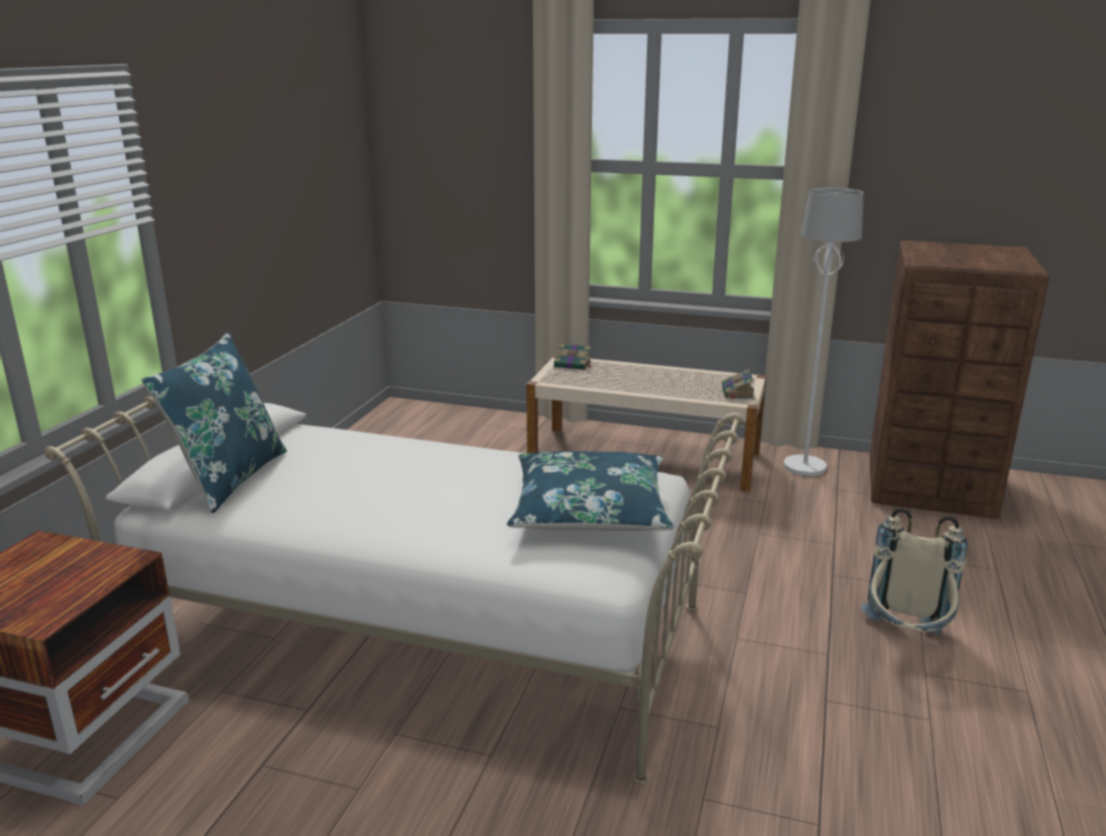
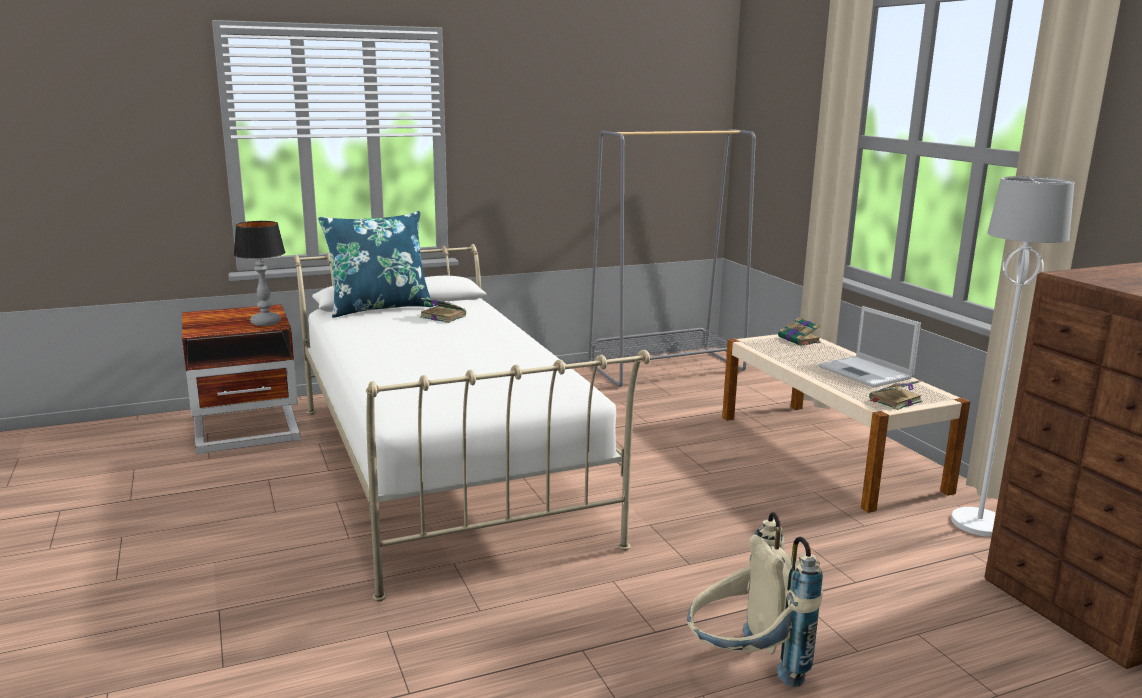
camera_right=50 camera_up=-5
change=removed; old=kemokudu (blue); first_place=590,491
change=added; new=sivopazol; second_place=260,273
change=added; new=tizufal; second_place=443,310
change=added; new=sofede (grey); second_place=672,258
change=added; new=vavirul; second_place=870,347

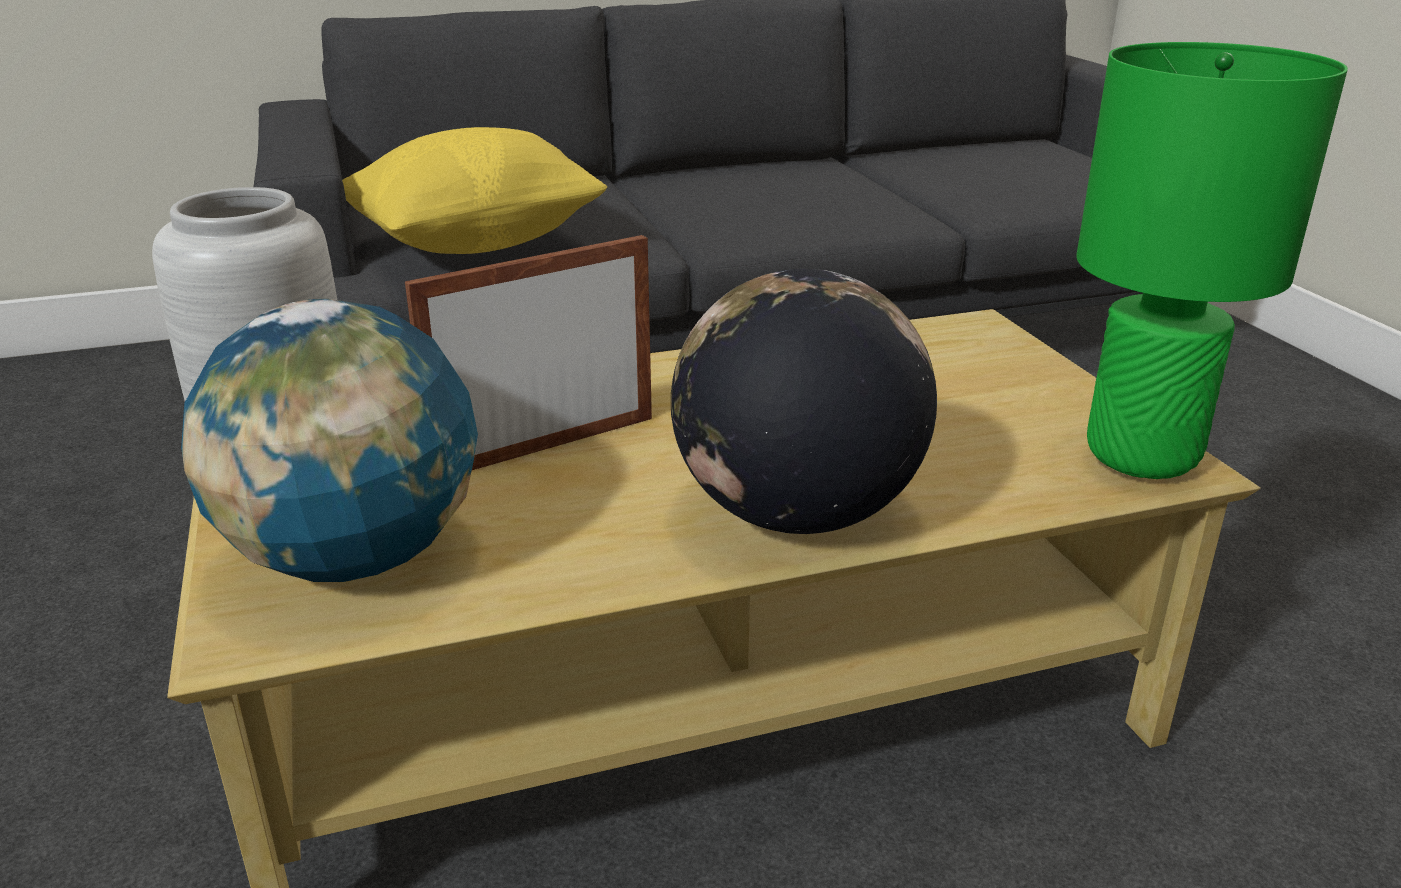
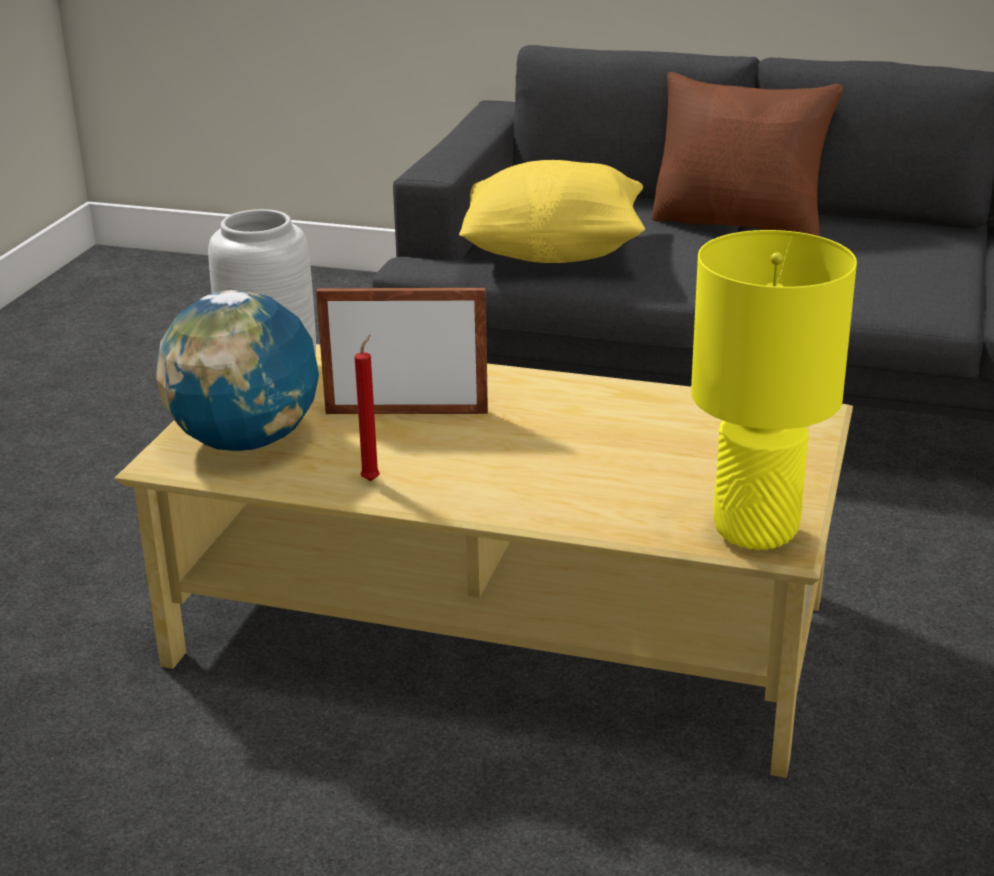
camera_right=35 camera_up=0
change=removed; old=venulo; first_place=804,401
change=added; new=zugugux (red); second_place=367,408
change=added; new=kemokudu (brown); second_place=747,154
change=recoloured; old=sivopazol (green); new=sivopazol (yellow); first_place=1212,260; second_place=774,390

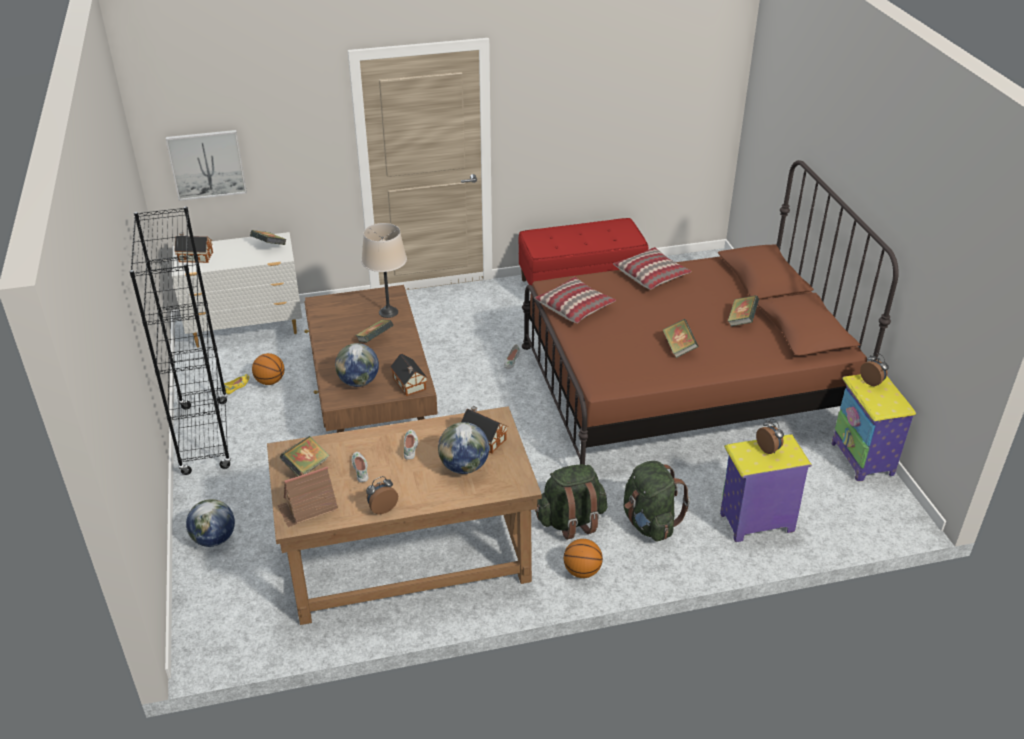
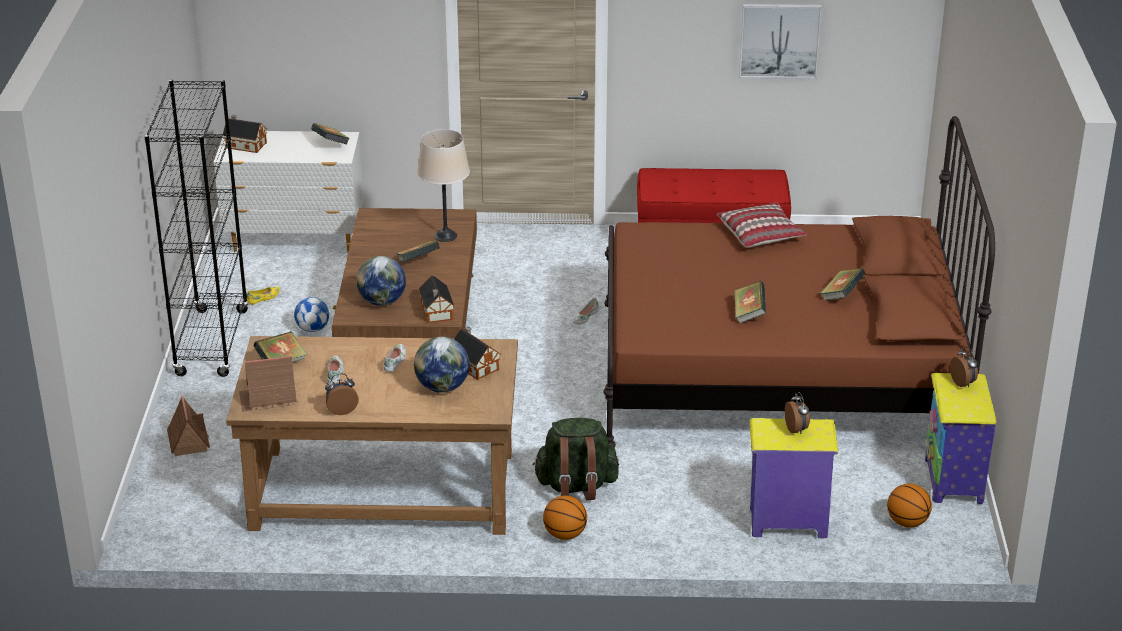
camera_right=15 camera_up=-5
change=removed; old=kemokudu; first_place=575,300
change=removed; old=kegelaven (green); first_place=657,501
change=added; new=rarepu; second_place=311,314
change=moved; old=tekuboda; first_place=206,165; second_place=780,41
change=moved; old=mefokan; first_place=268,369; second_place=909,506
change=replaced; old=venulo; new=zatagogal; first_place=210,523; second_place=188,426

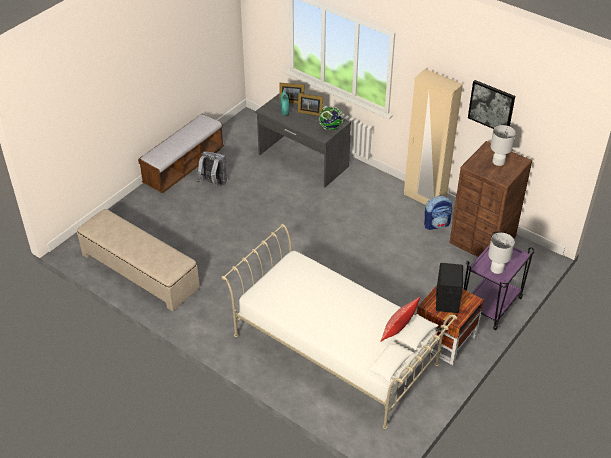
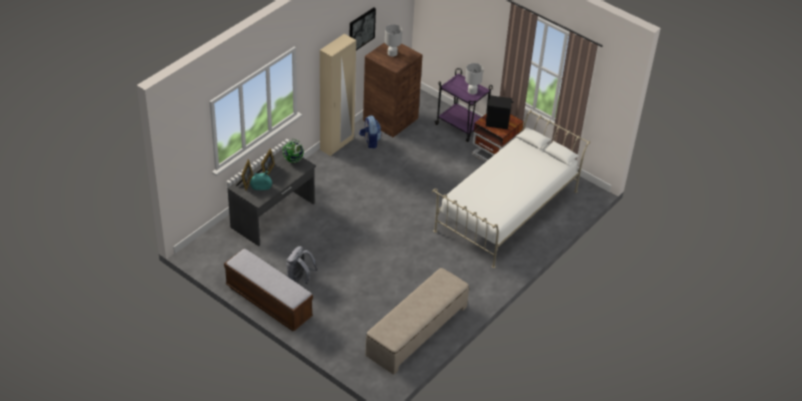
camera_right=-90 camera_up=0
change=removed; old=kemokudu; first_place=400,319

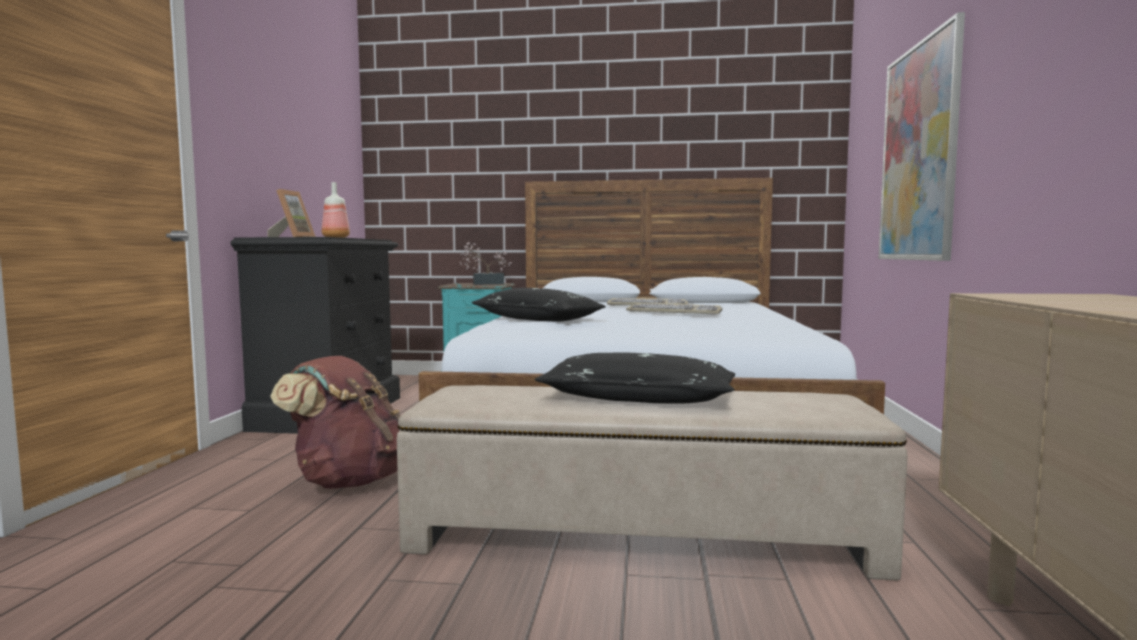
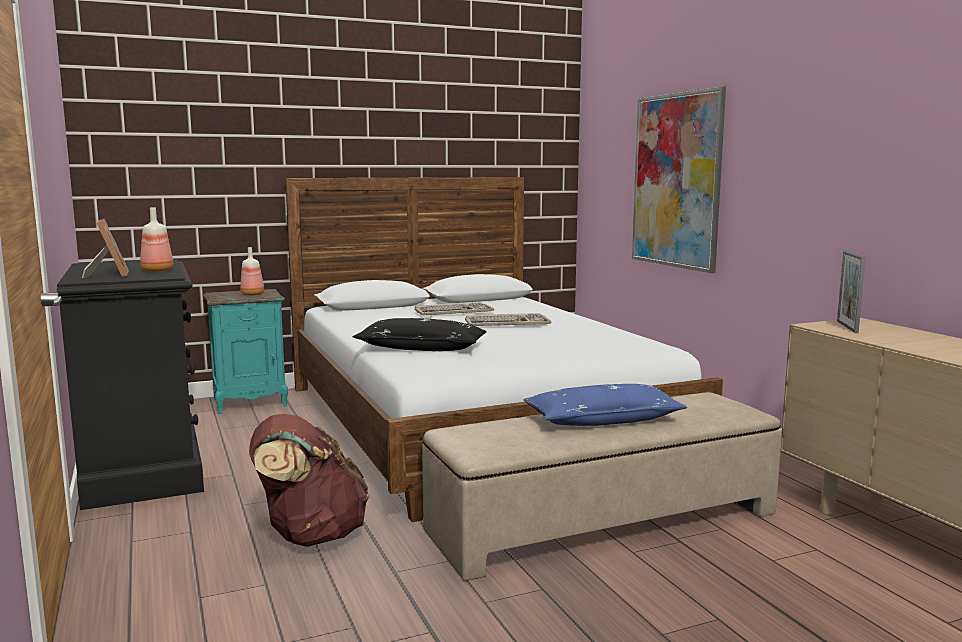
camera_right=-30 camera_up=5
change=added; new=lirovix; second_place=851,291
change=replaced; old=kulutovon; new=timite; first_place=486,263; second_place=252,271
change=recoloured; old=kemokudu (black); new=kemokudu (blue); first_place=635,378; second_place=605,405

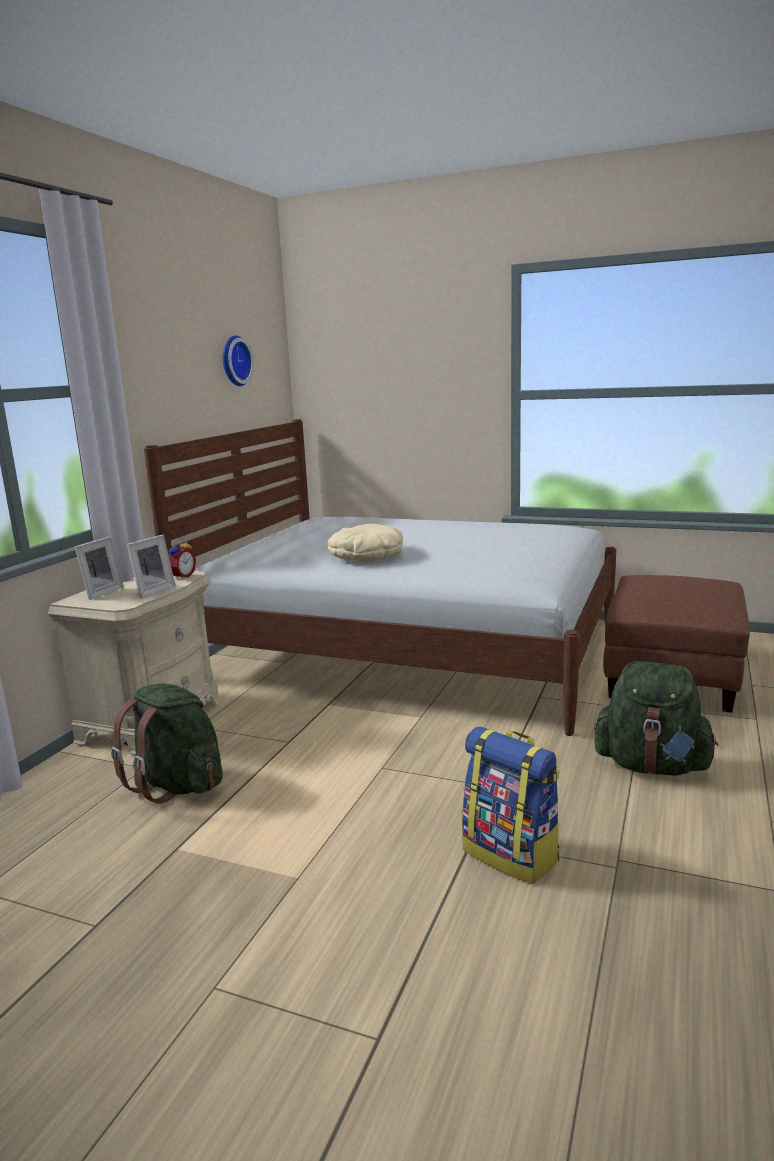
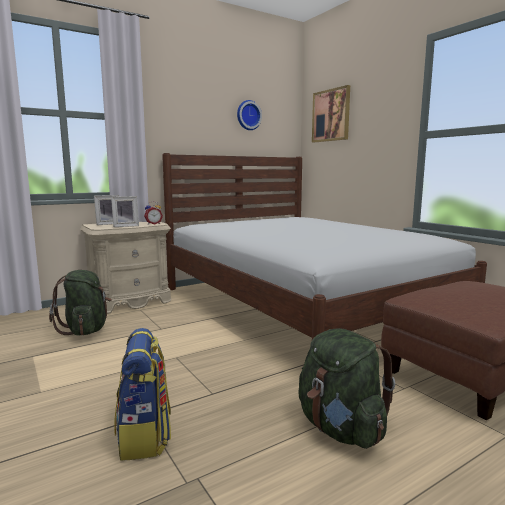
camera_right=35 camera_up=-5
change=removed; old=kemokudu (beige); first_place=365,543
change=added; new=tekuboda; second_place=331,113

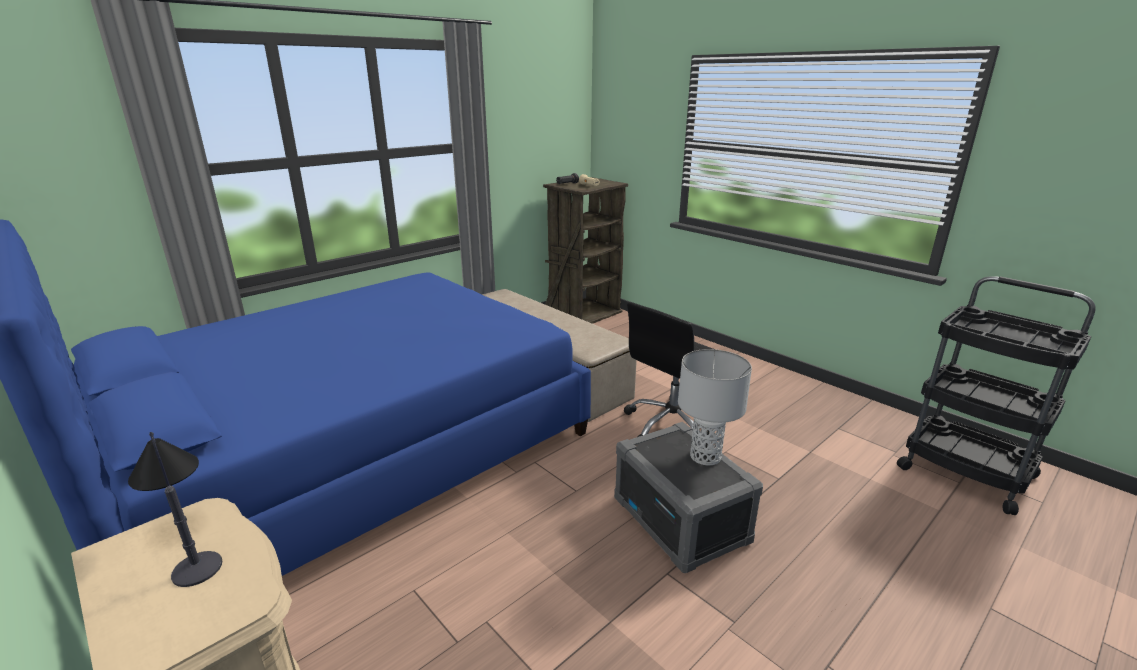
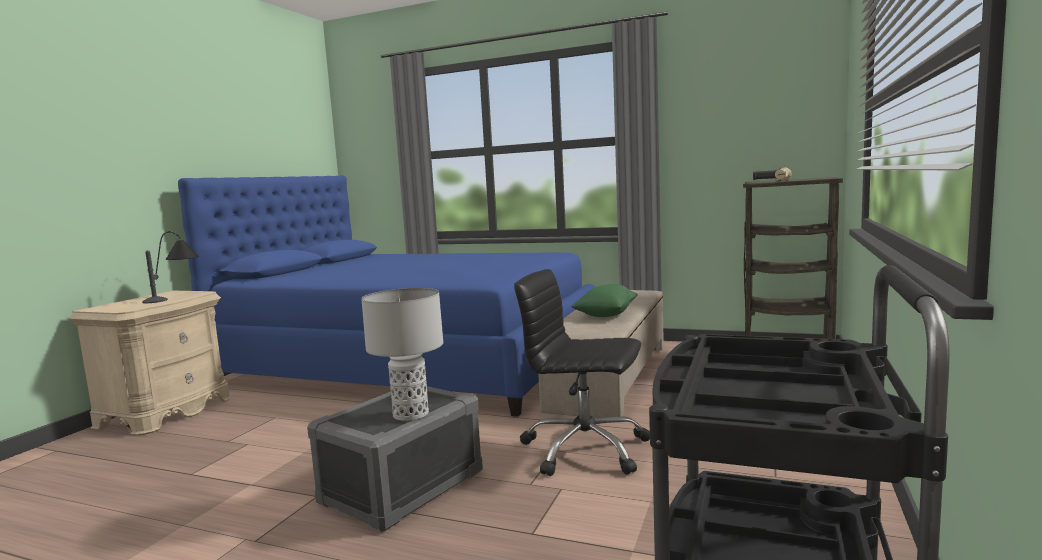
camera_right=65 camera_up=-15
change=added; new=kemokudu (green); second_place=604,300

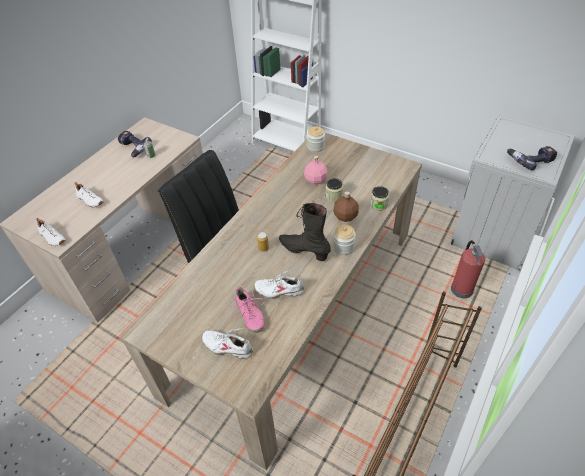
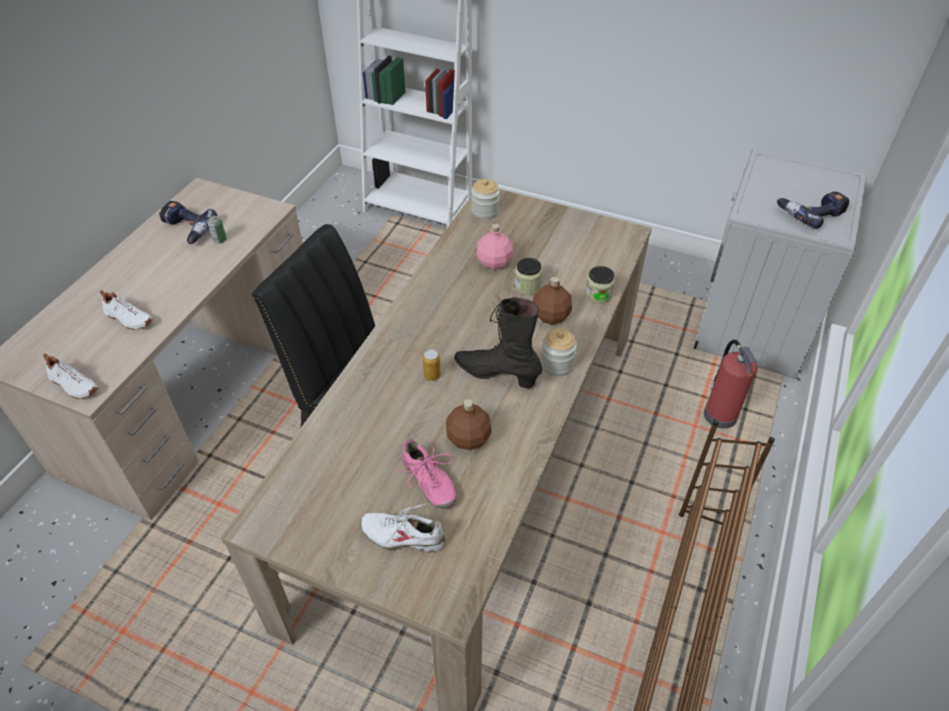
camera_right=-10 camera_up=0
change=replaced; old=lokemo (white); new=timite (brown); first_place=279,284; second_place=469,424

